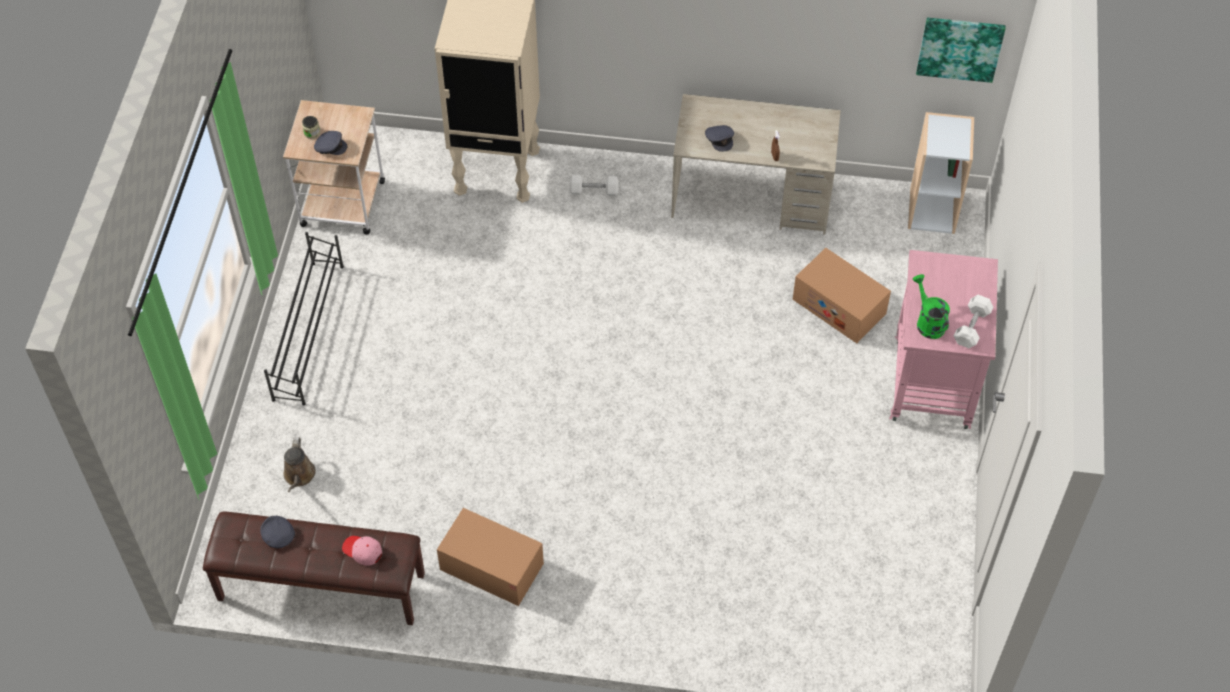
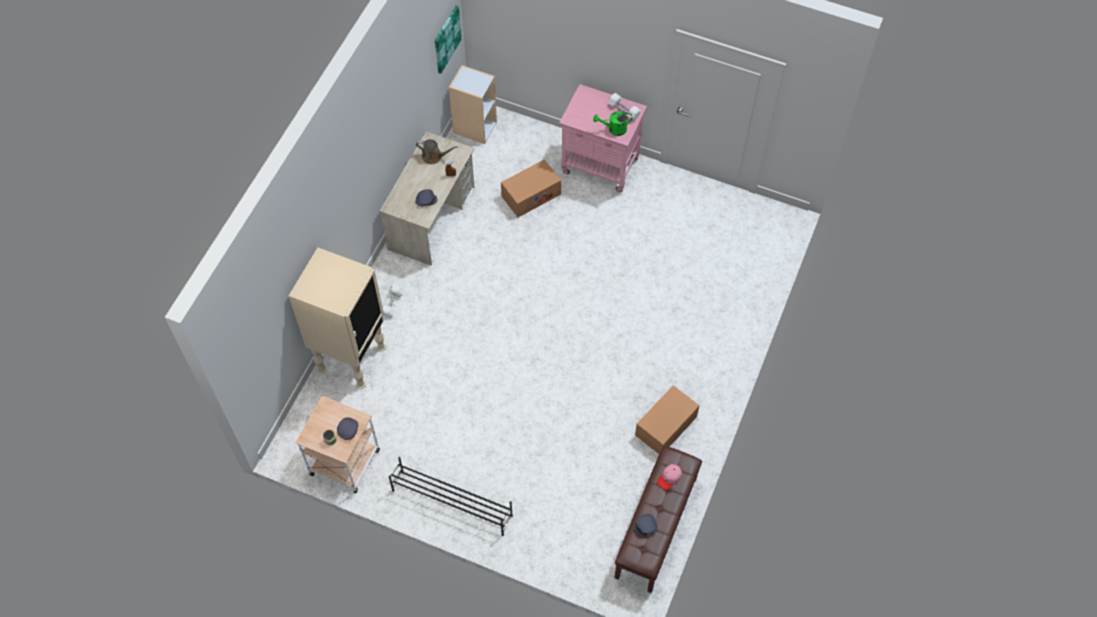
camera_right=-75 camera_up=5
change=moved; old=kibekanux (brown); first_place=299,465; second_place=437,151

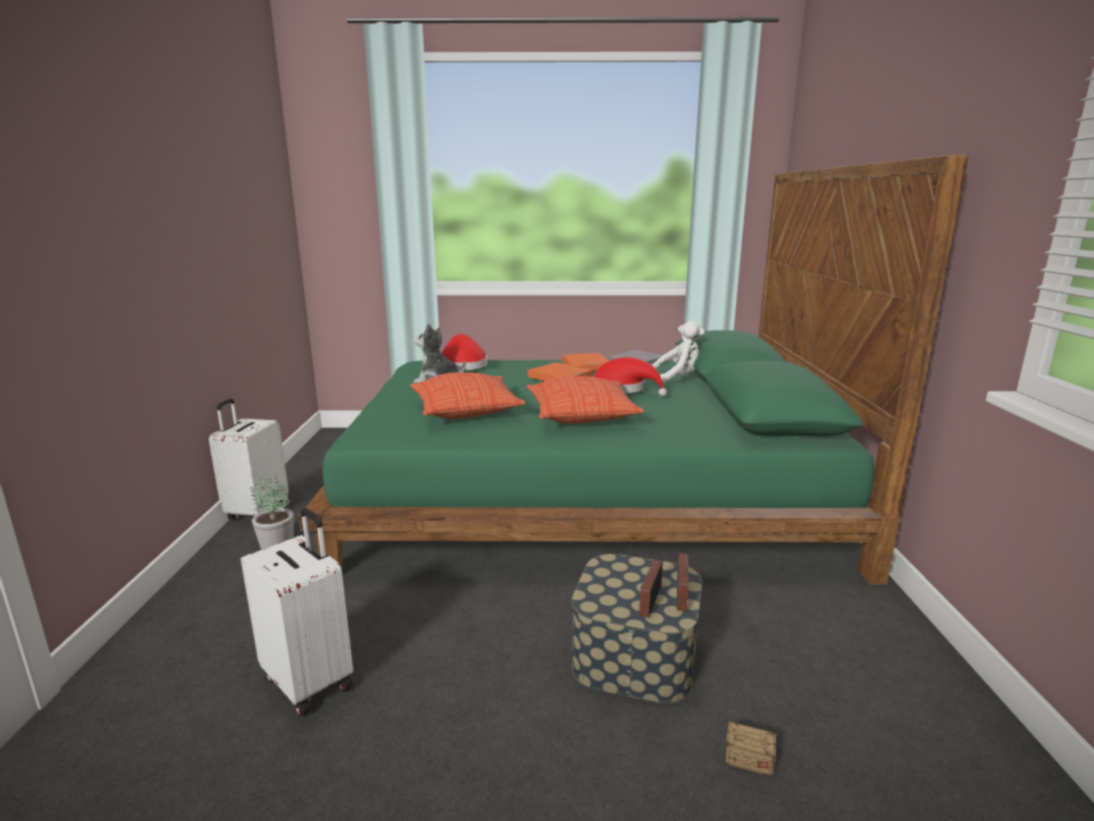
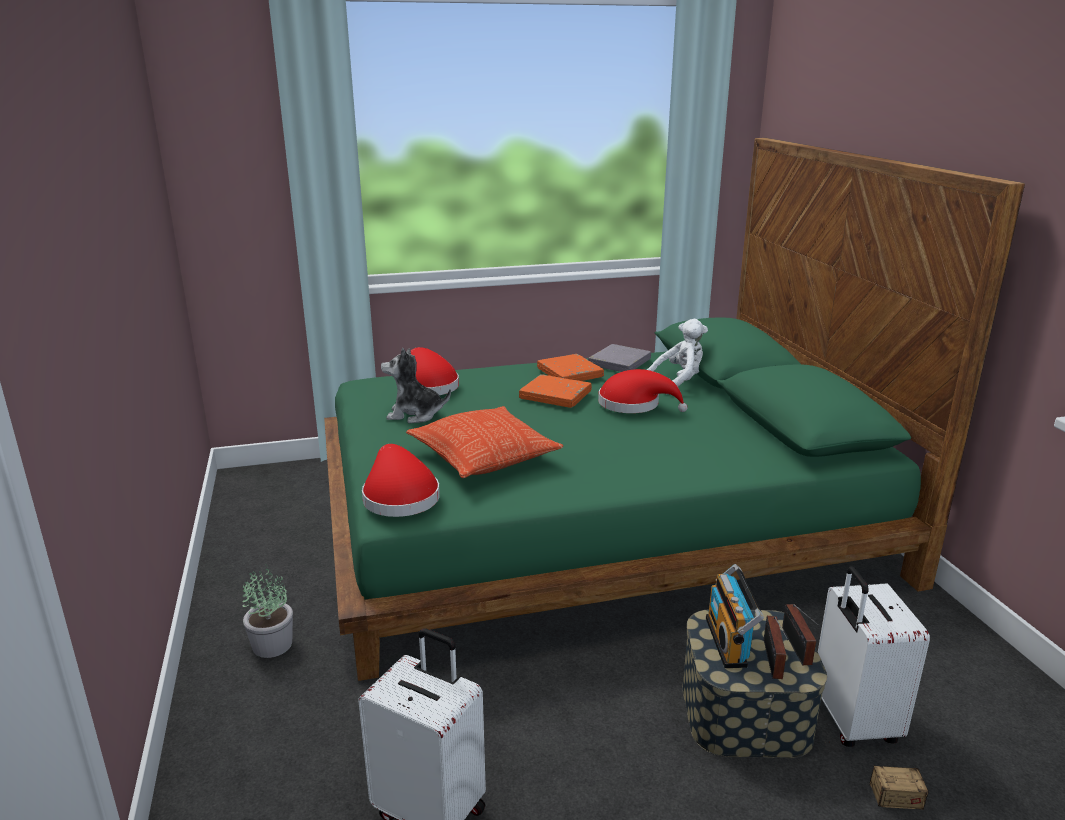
camera_right=-15 camera_up=5
change=removed; old=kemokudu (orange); first_place=586,400
change=added; new=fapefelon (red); second_place=401,480
change=added; new=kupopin; second_place=735,616
change=moved; old=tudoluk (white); first_place=249,459; second_place=874,656

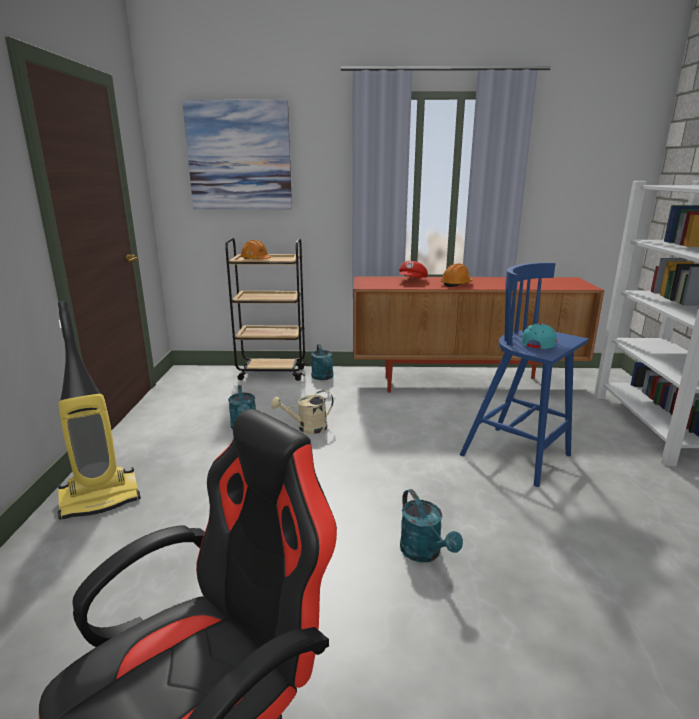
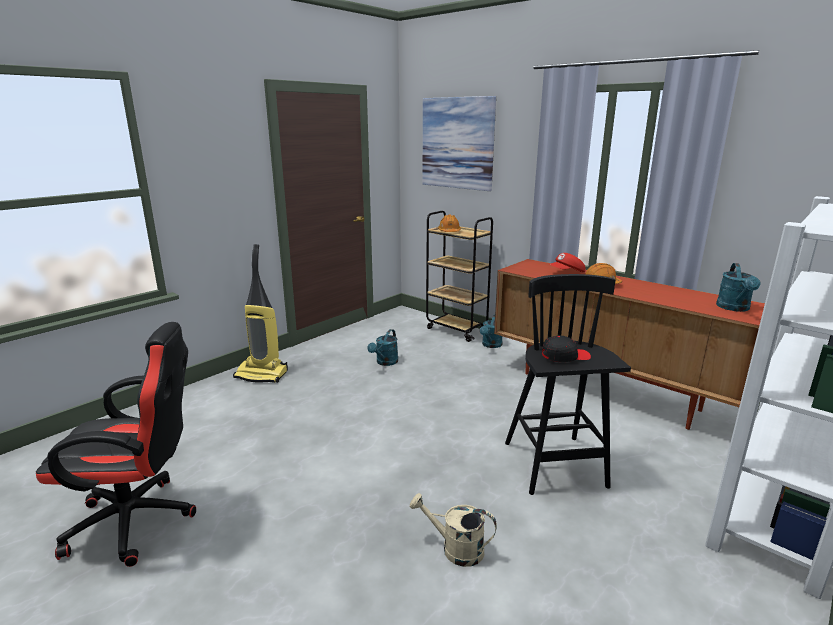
camera_right=40 camera_up=0
change=moved; old=kibekanux (beige); first_place=302,412; second_place=453,530
change=moved; old=kibekanux (turquoise); first_place=431,525; second_place=738,287
change=recoloured; old=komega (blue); new=komega (black); first_place=524,374; second_place=568,384
change=recoloured; old=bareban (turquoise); new=bareban (black); first_place=540,336; second_place=566,348

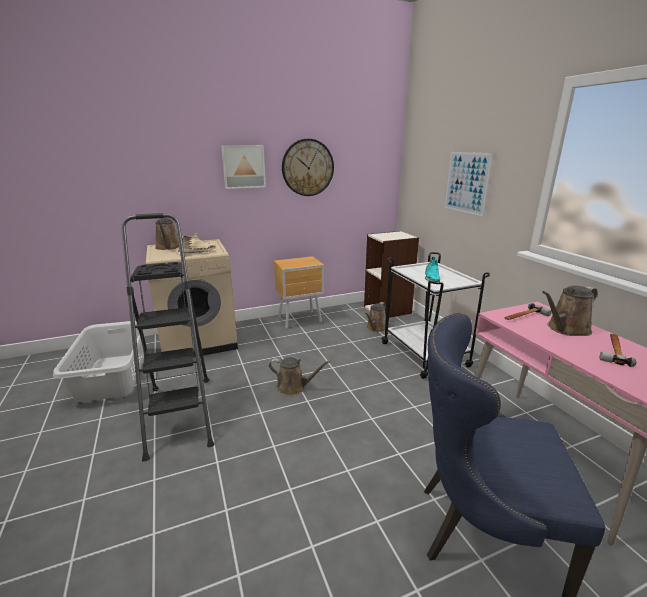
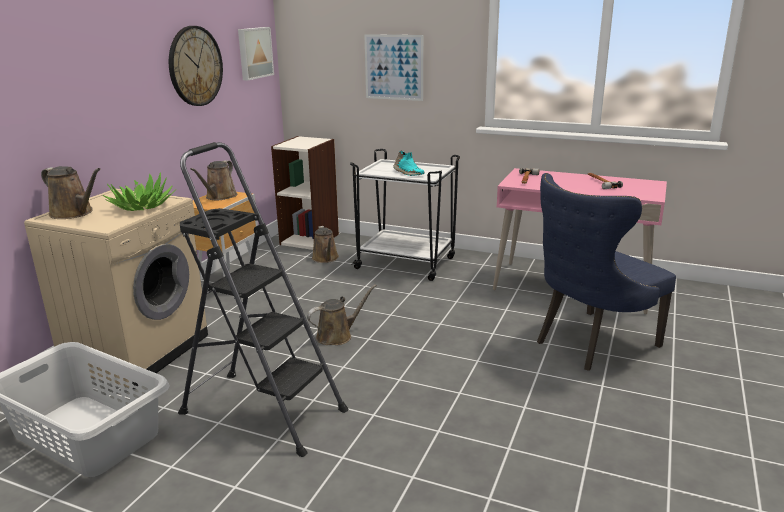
camera_right=-45 camera_up=0
change=moved; old=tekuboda; first_place=243,167; second_place=256,53
change=moved; old=kibekanux (brown); first_place=570,311; second_place=213,180
change=replaced; old=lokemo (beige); new=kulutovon; first_place=197,243; second_place=139,191

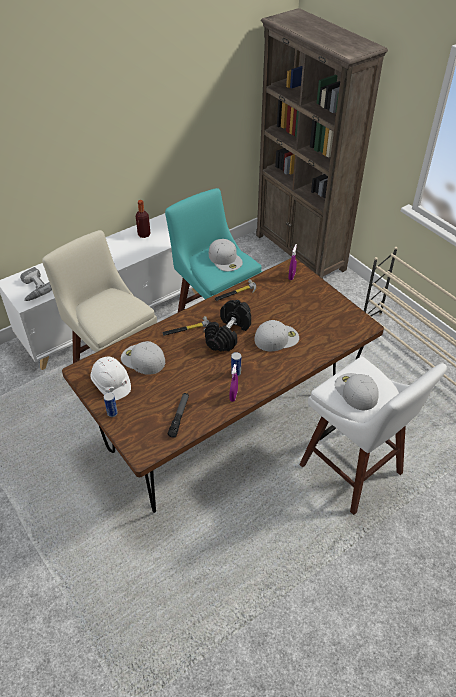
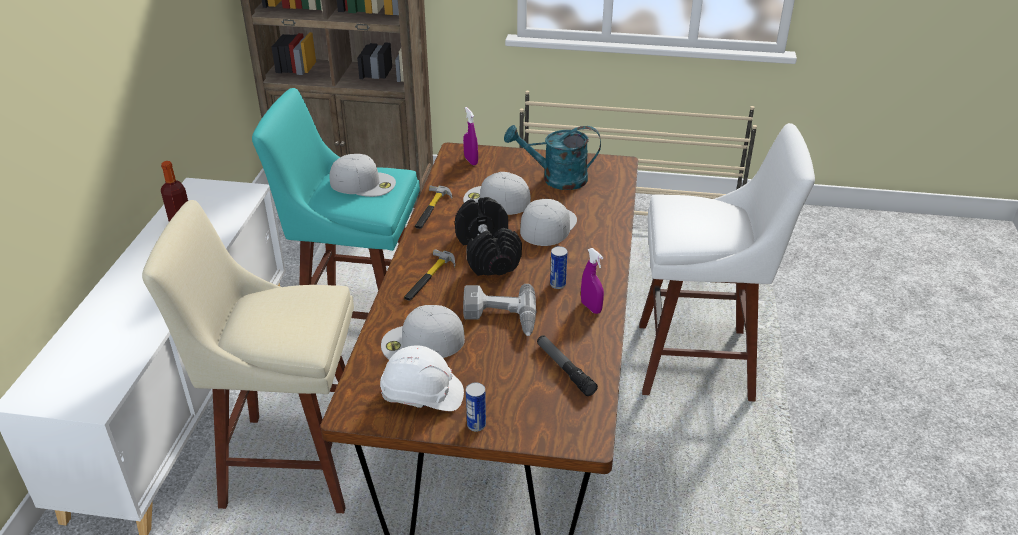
camera_right=-45 camera_up=-10
change=added; new=kibekanux (turquoise); second_place=552,157
change=moved; old=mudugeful; first_place=36,284; second_place=499,310
change=moved; old=bareban (white); first_place=357,391; second_place=497,193

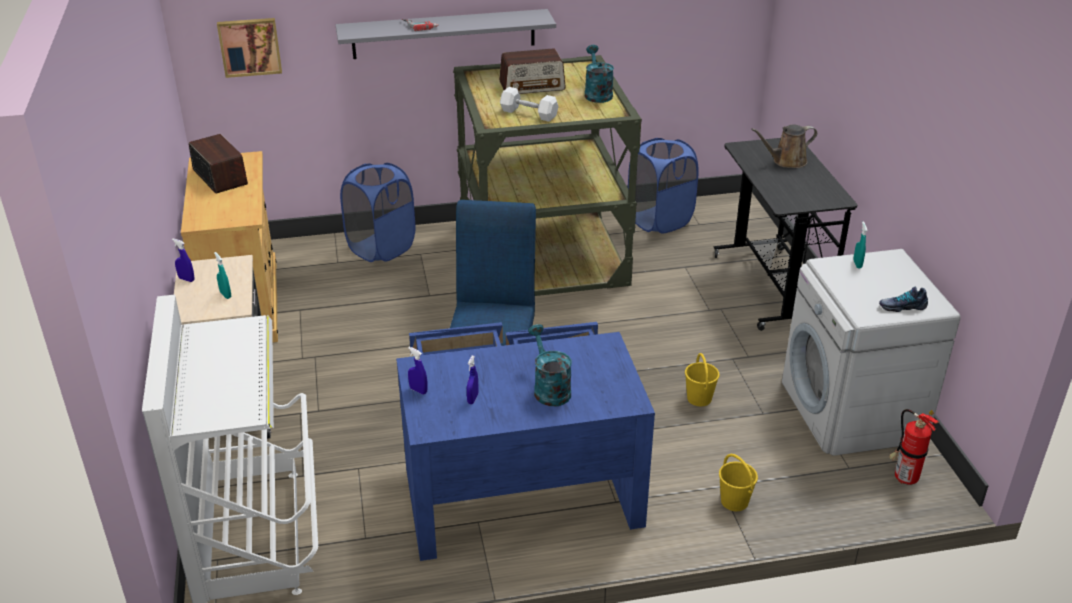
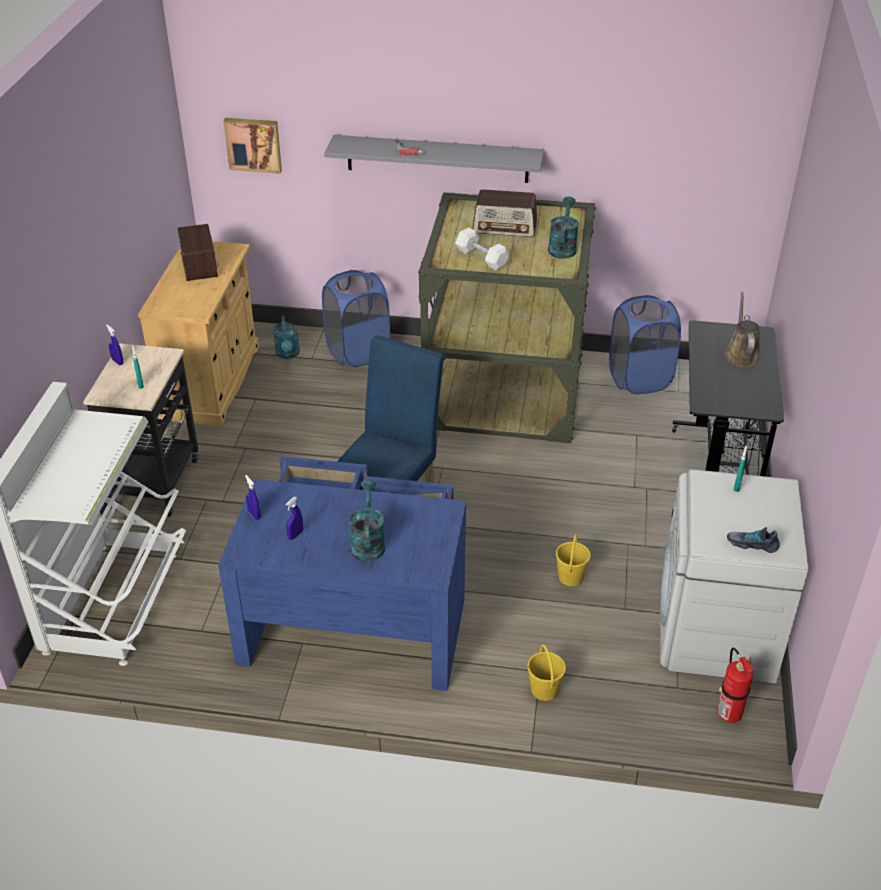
camera_right=20 camera_up=5
change=added; new=kibekanux (turquoise); second_place=286,337
change=turned; old=kibekanux (brown); first_place=784,146; second_place=742,329; degrees=90

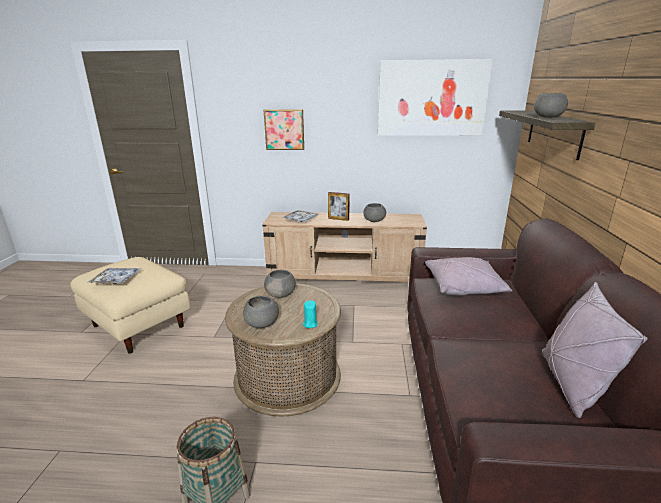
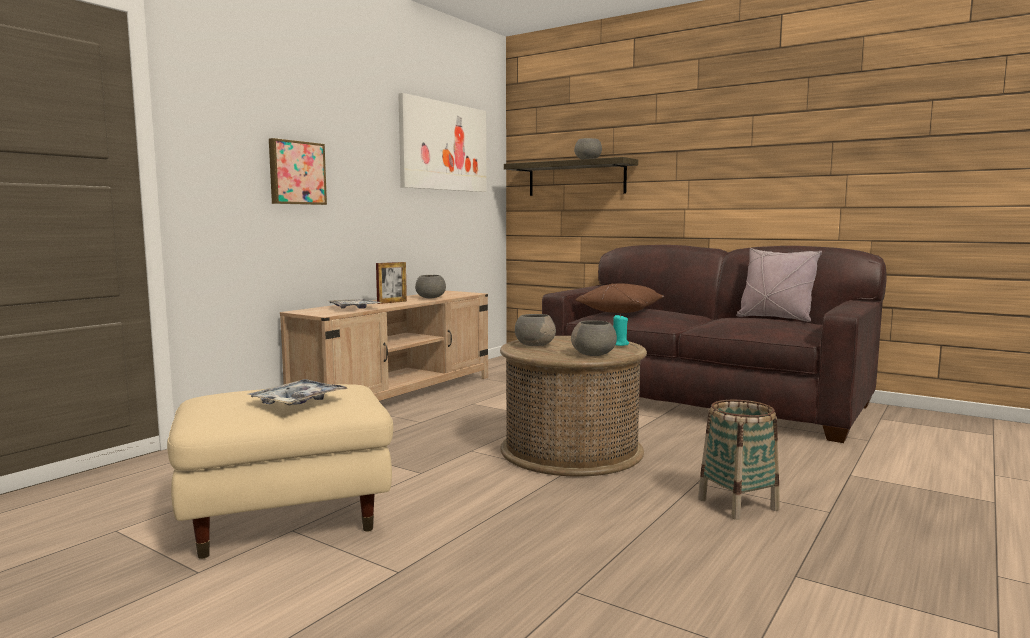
camera_right=-60 camera_up=-15
change=recoloured; old=kemokudu (purple); new=kemokudu (brown); first_place=469,276; second_place=619,298

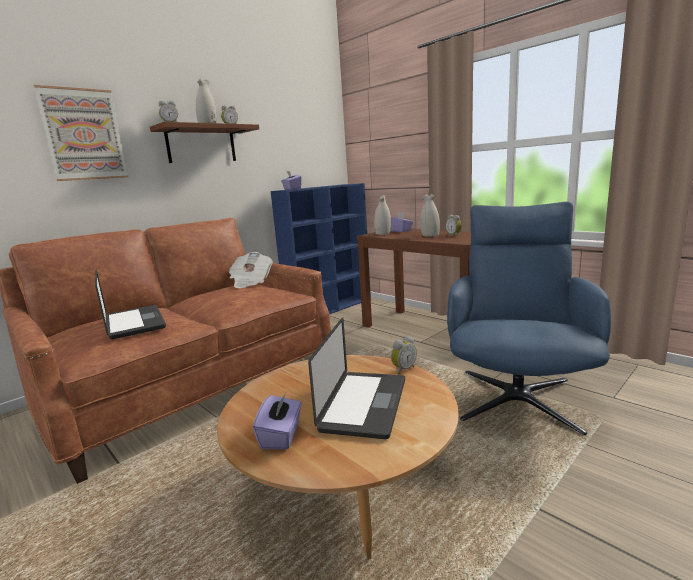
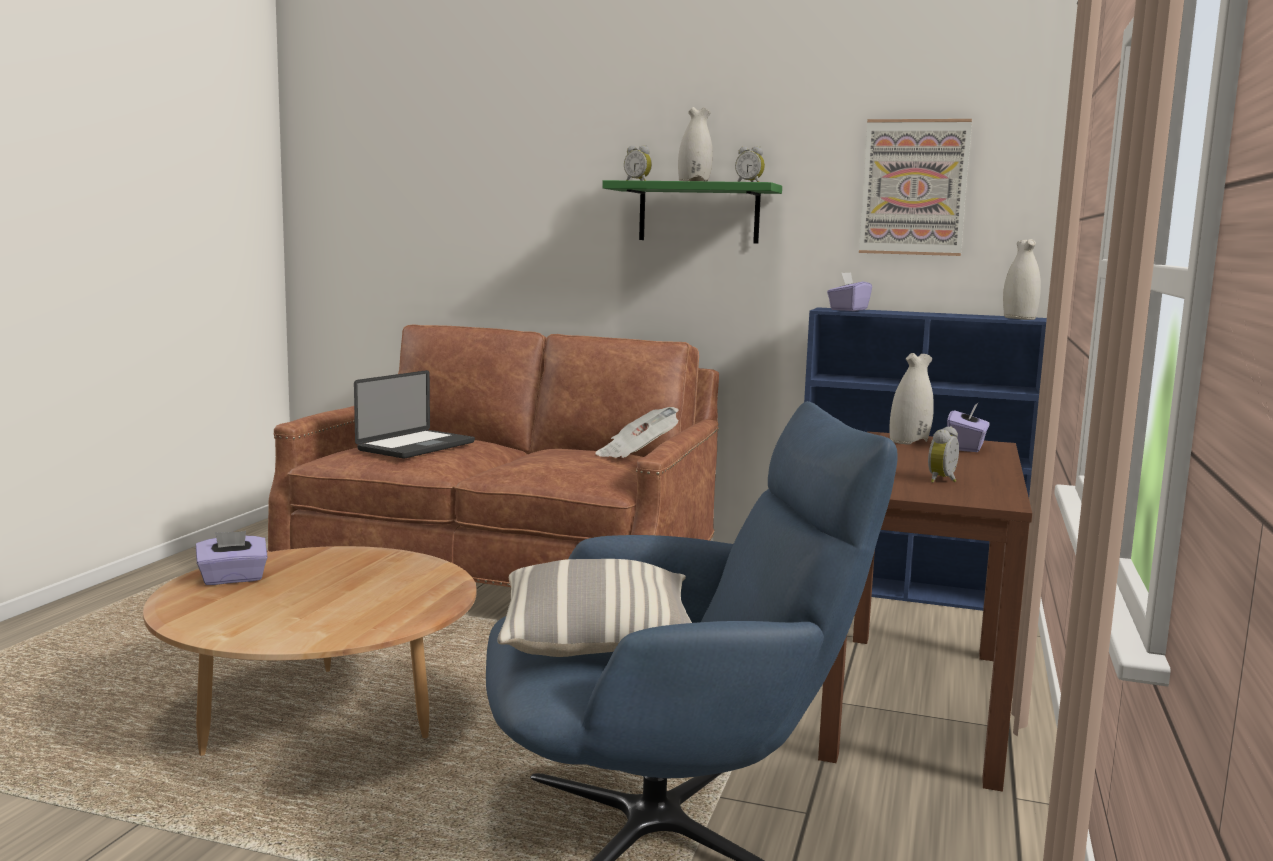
camera_right=60 camera_up=-5
change=removed; old=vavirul; first_place=356,378
change=removed; old=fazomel; first_place=404,355
change=added; new=kemokudu; second_place=594,608
change=moved; old=tekuboda; first_place=81,133; second_place=915,187
change=moved; old=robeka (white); first_place=430,215; second_place=1022,279
change=recoloured; old=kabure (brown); new=kabure (green); first_place=204,142; second_place=692,211

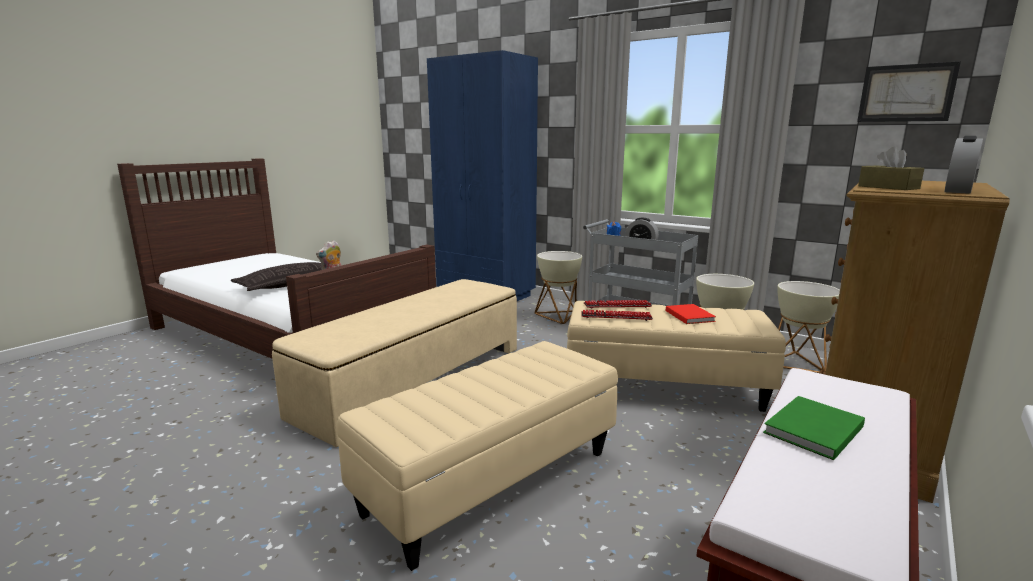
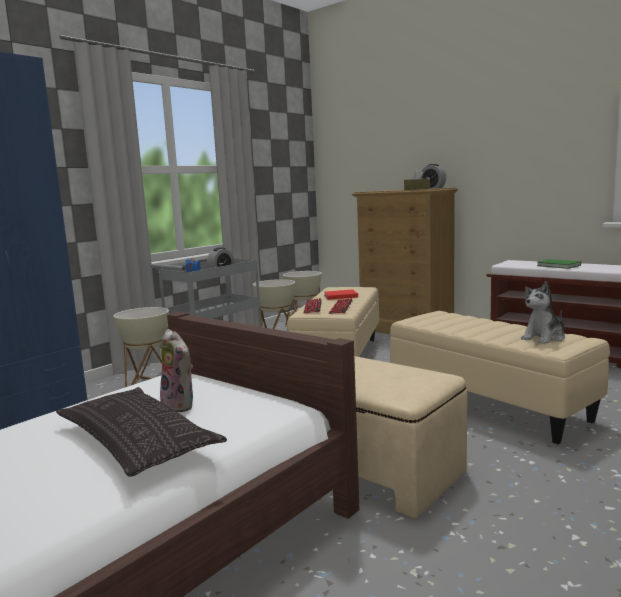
camera_right=-85 camera_up=-5
change=removed; old=tekuboda; first_place=909,91
change=added; new=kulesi; second_place=543,312

